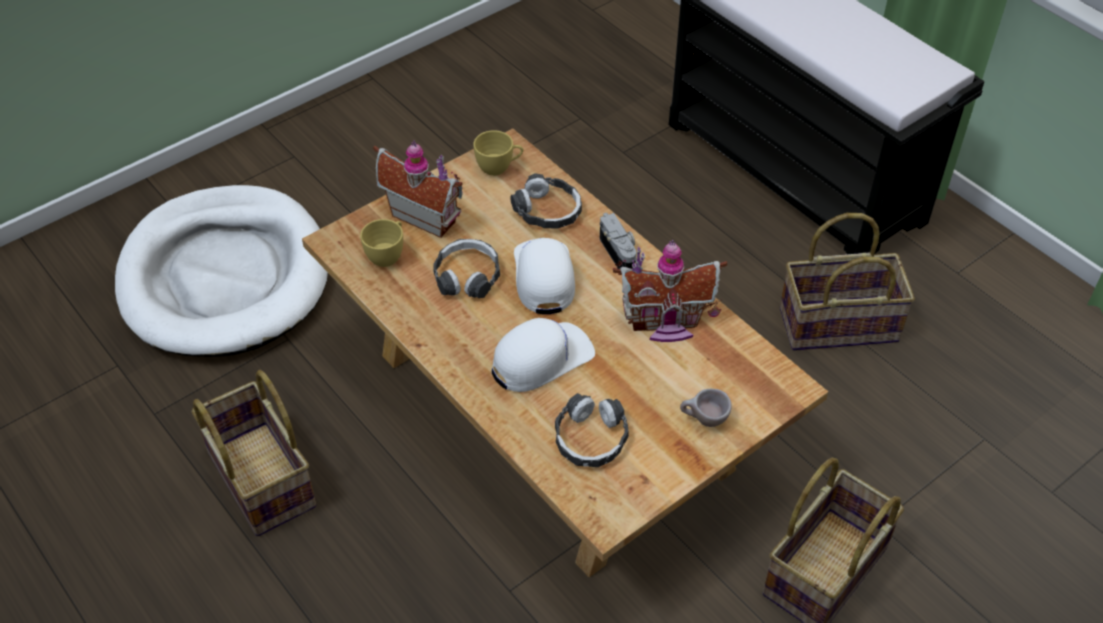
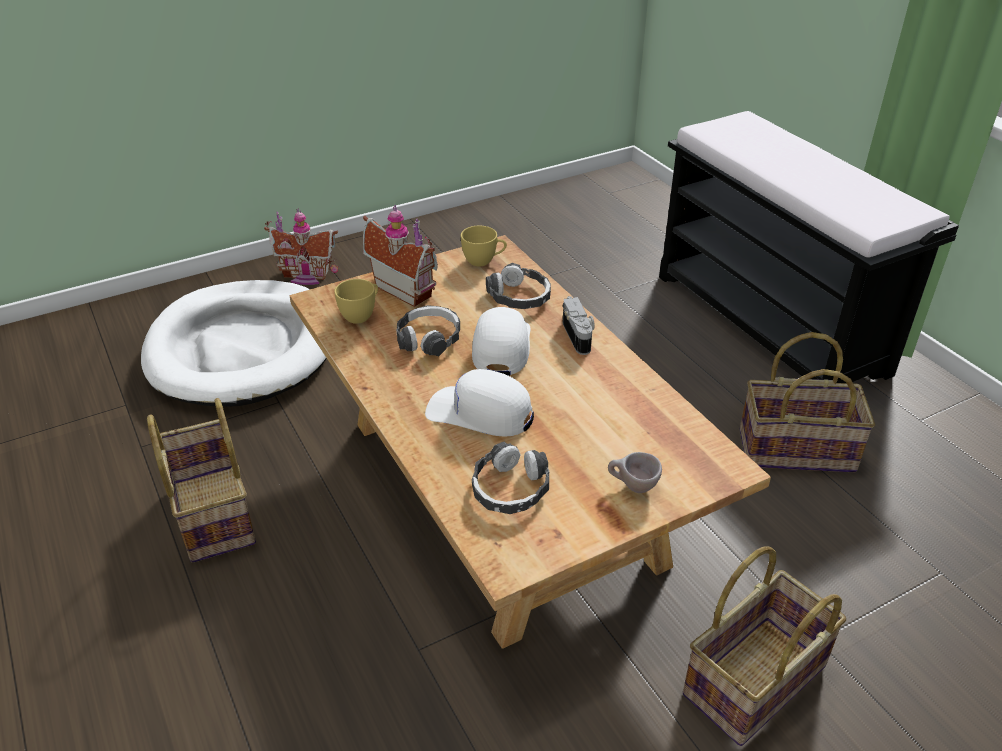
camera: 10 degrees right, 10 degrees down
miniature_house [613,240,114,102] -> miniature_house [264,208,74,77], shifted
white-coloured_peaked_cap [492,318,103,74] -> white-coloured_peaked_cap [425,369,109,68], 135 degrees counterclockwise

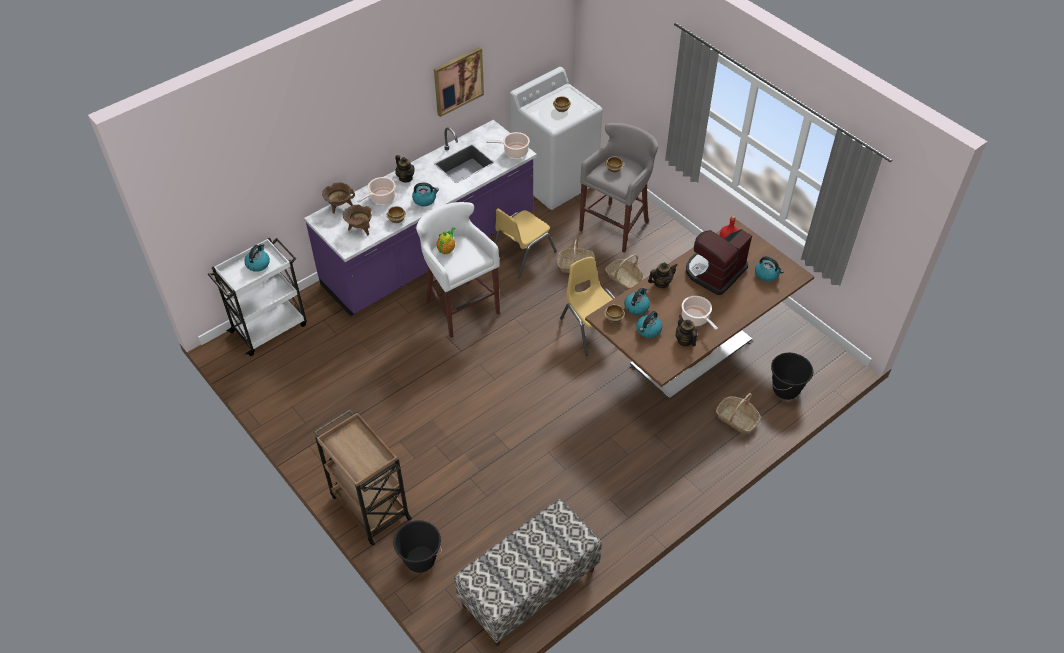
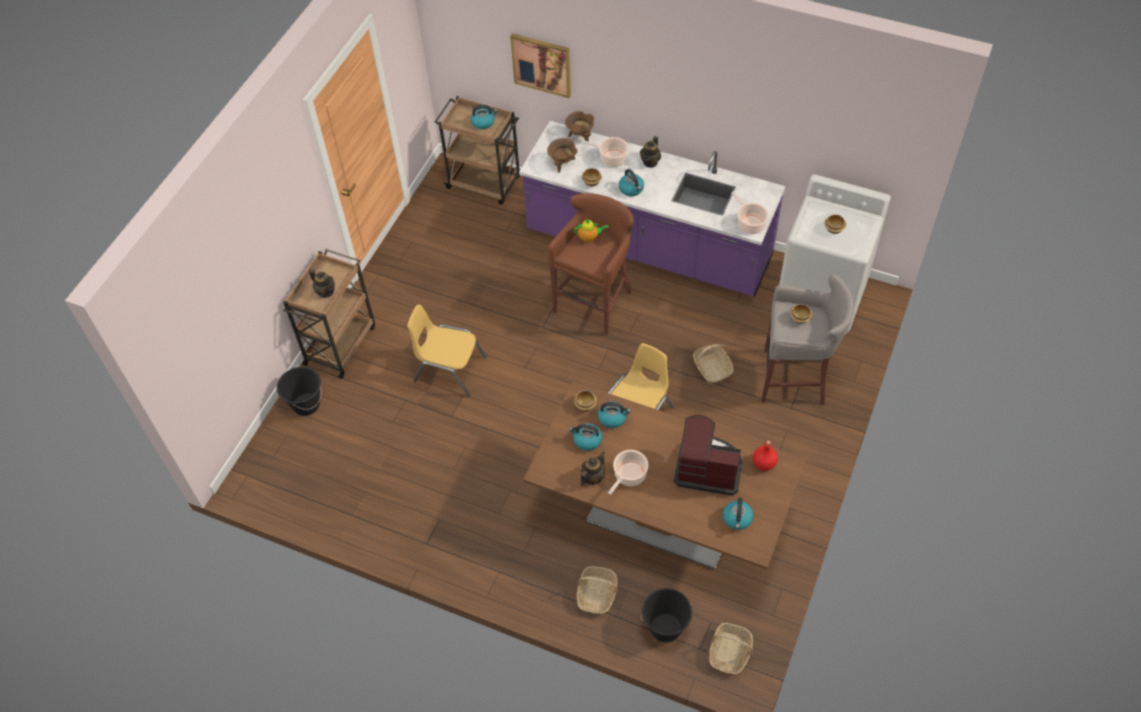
camera: 65 degrees right, 5 degrees up
teapot [648,262,29,26] -> teapot [309,269,26,29], shifted
yellow_upright_chair [494,209,63,69] -> yellow_upright_chair [407,304,80,93], shifted
white-coloured_wheeled_cart [208,238,99,118] -> brownish_wheeled_cart [435,96,85,109]
wall_art [434,47,50,70] -> wall_art [510,33,61,65], shifted
white-coloured_stool_seat [416,202,84,136] -> brownish_stool_seat [548,193,86,142]
basket [605,254,39,37] -> basket [709,623,44,51], shifted
bench [454,499,148,147] -> none

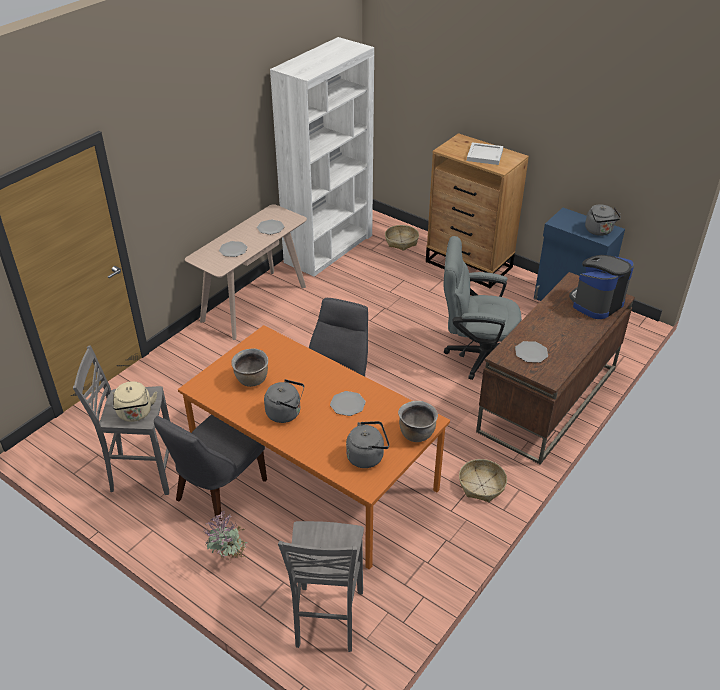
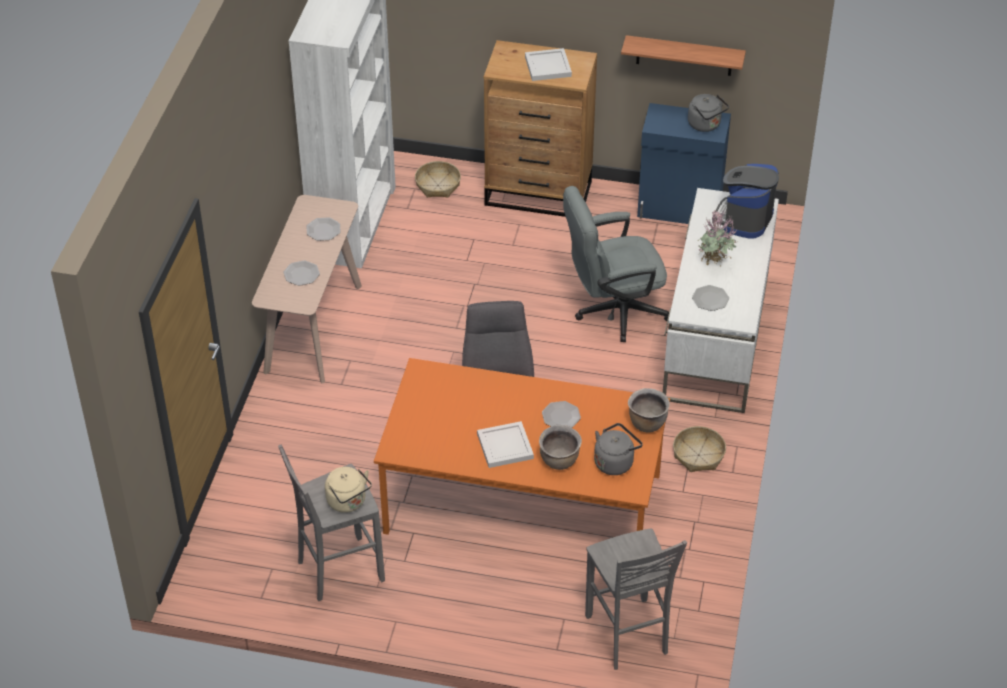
camera: 25 degrees left, 5 degrees up
grey_water_kettle [264,379,40,44] -> white-coloured_carrying_tray [477,421,57,47]
brownish_cooking_pot [231,348,37,39] -> brownish_cooking_pot [539,425,43,45], shifted
none -> shelf [621,35,125,41]
brownish_desk_unit [476,272,159,193] -> white-coloured_desk_unit [663,188,116,225]
plant_in_a_pot [203,511,45,53] -> plant_in_a_pot [698,210,40,56], shifted
grey_upright_chair [154,415,113,111] -> none

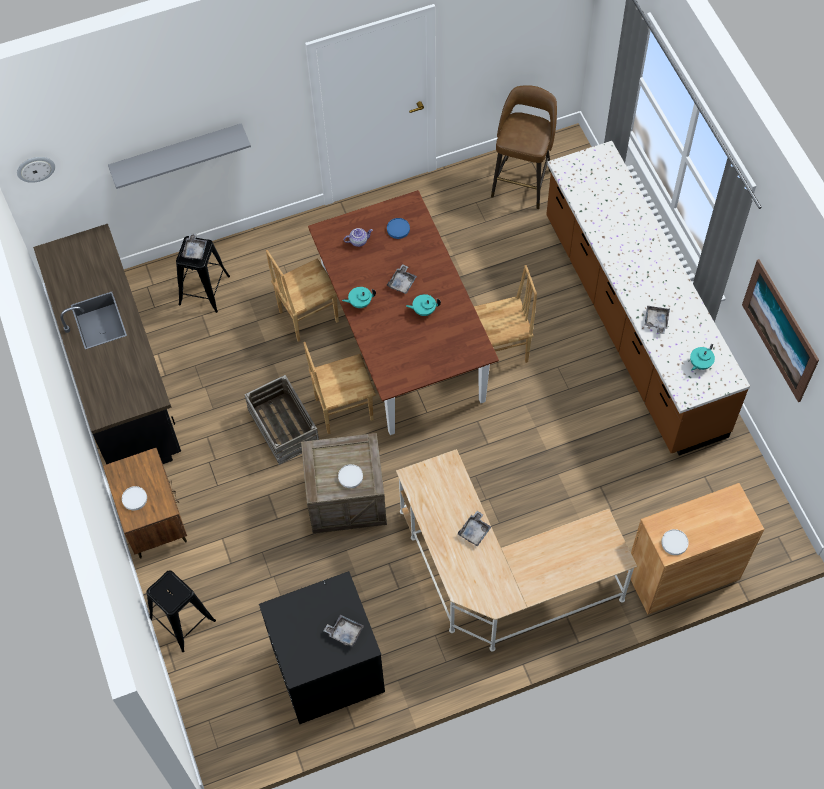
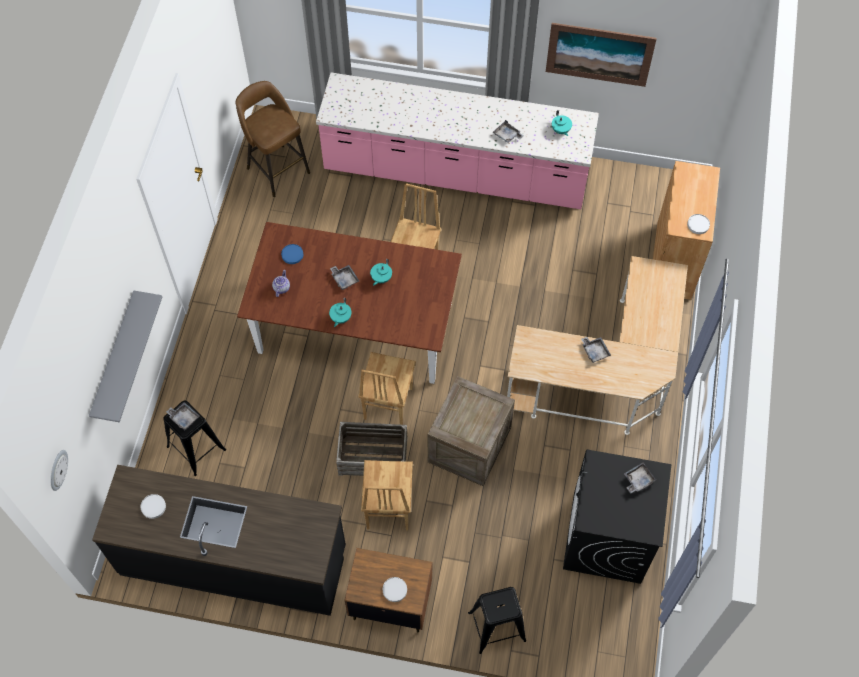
camera: 60 degrees left, 0 degrees up
white-coloured_dinner_plate [338,464,25,24] -> white-coloured_dinner_plate [141,494,25,25], shifted
brownish_counter [546,141,204,315] -> pink-coloured_counter [316,73,283,136]
brownish_upright_chair [266,250,73,92] -> brownish_upright_chair [361,460,52,71], shifted

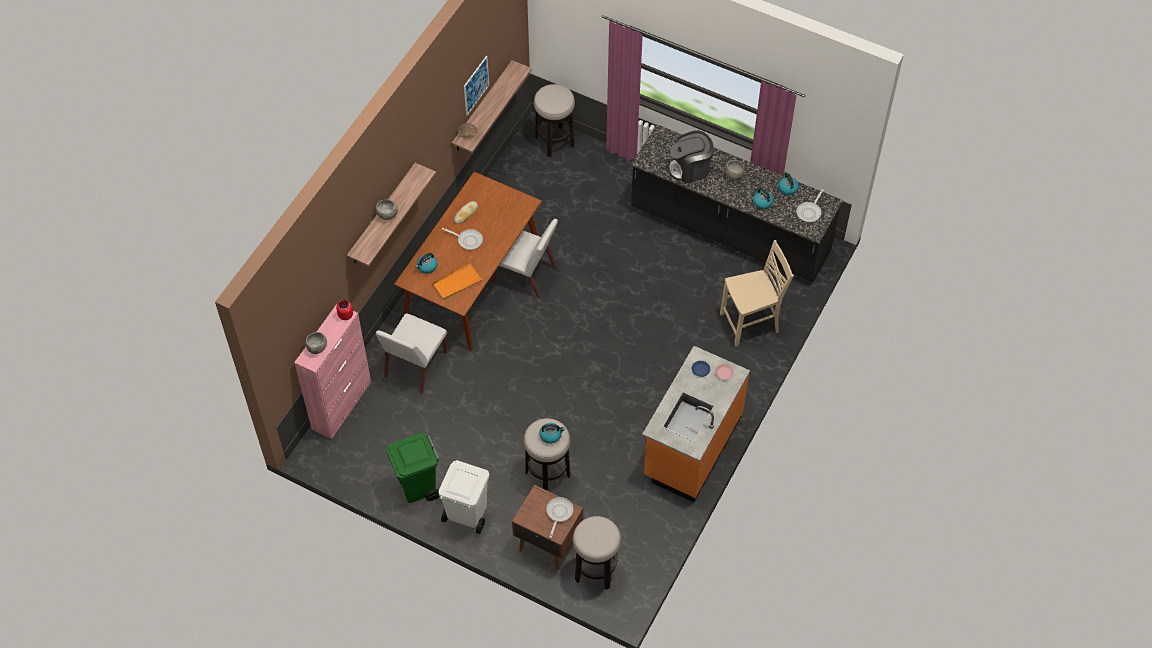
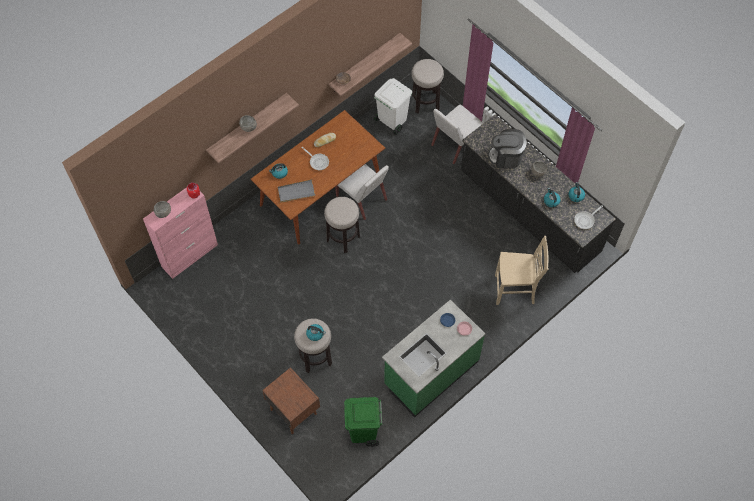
camera: 20 degrees right, 5 degrees up
orange-coloured_carrying_tray [432,262,51,38] -> grey_carrying_tray [278,179,37,24]
stool_seat [573,516,48,74] -> stool_seat [324,197,36,56], shifted
green-coloured_trash_can [386,433,54,70] -> green-coloured_trash_can [344,397,39,50], shifted
white-coloured_trash_can [438,460,51,74] -> white-coloured_trash_can [374,78,38,57], shifted
orange-coloured_counter [642,346,108,156] -> green-coloured_counter [382,300,103,117]
white-coloured_upright_chair [376,314,71,79] -> white-coloured_upright_chair [431,104,52,60], shifted
wall_art [464,55,25,61] -> none
pan [546,497,27,41] -> none

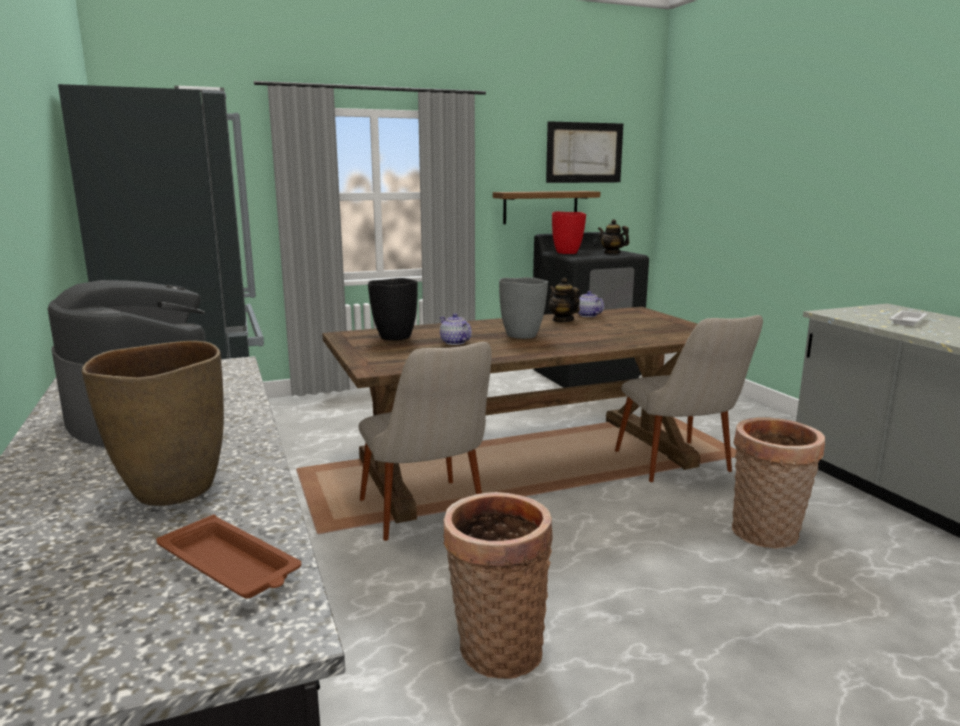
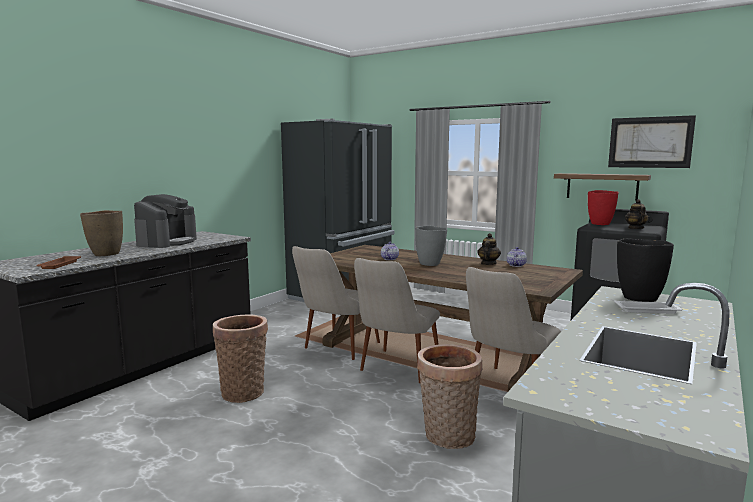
camera: 55 degrees right, 5 degrees down
none -> beige_upright_chair [354,258,86,125]
black_vase [368,278,49,62] -> black_vase [617,238,57,64], shifted

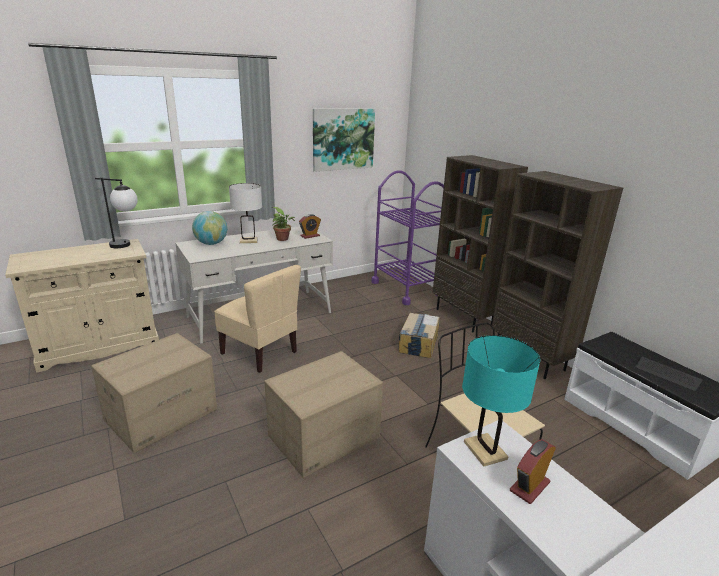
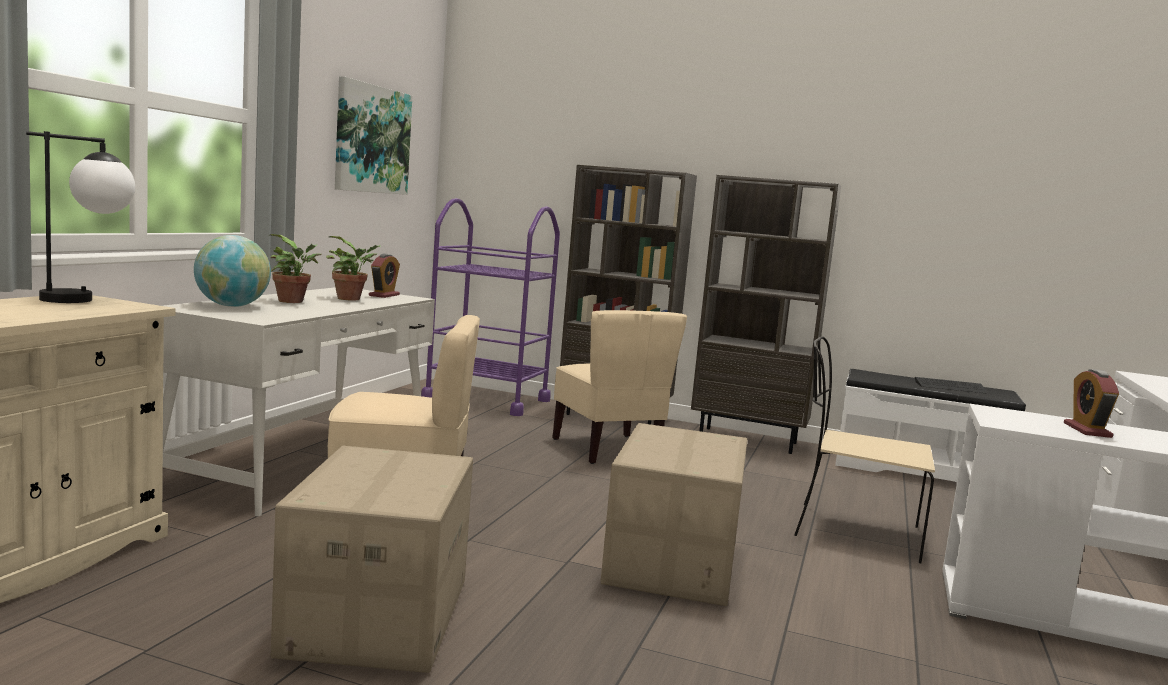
camera: 40 degrees left, 15 degrees down
white-coloured_tabletop_lamp [229,183,33,60] -> plant_in_a_pot [268,234,53,69]
cardboard_box [399,313,41,45] -> beige_upright_chair [552,310,135,154]
turquoise-coloured_tabletop_lamp [462,335,78,132] -> none

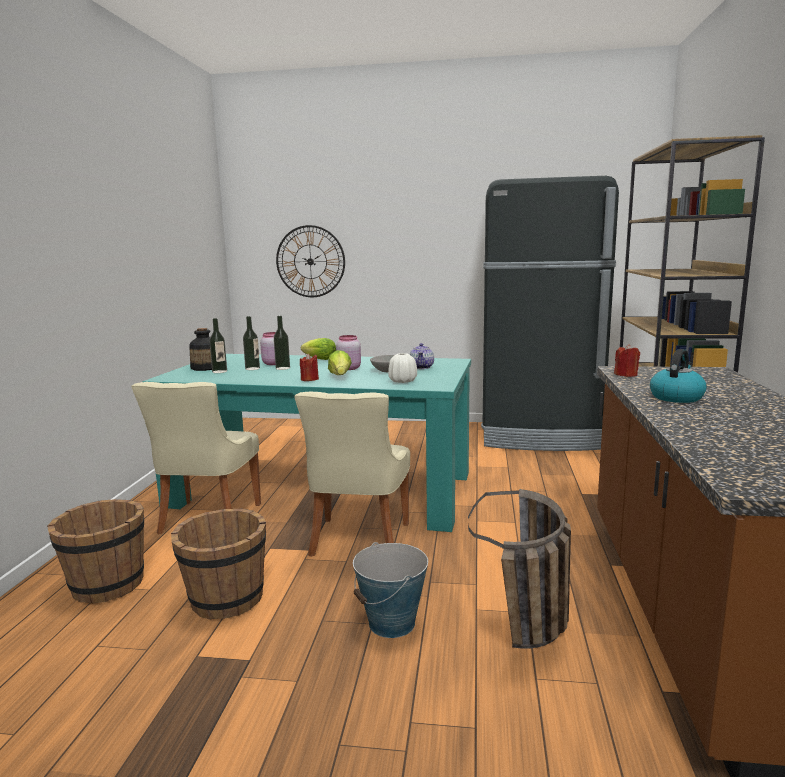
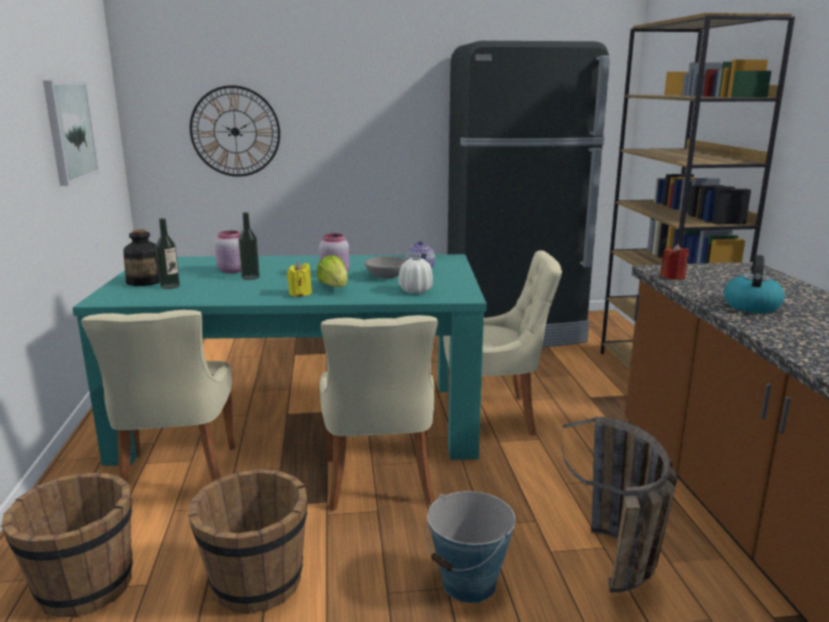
camera: 15 degrees left, 5 degrees up
none -> wall_art [43,80,56,106]
reddish_candle [300,354,19,27] -> yellow_candle [287,262,25,35]
none -> beige_upright_chair [443,250,119,186]
beverage_bottle [243,316,17,54] -> none
head_of_lettuce [301,338,35,22] -> none

